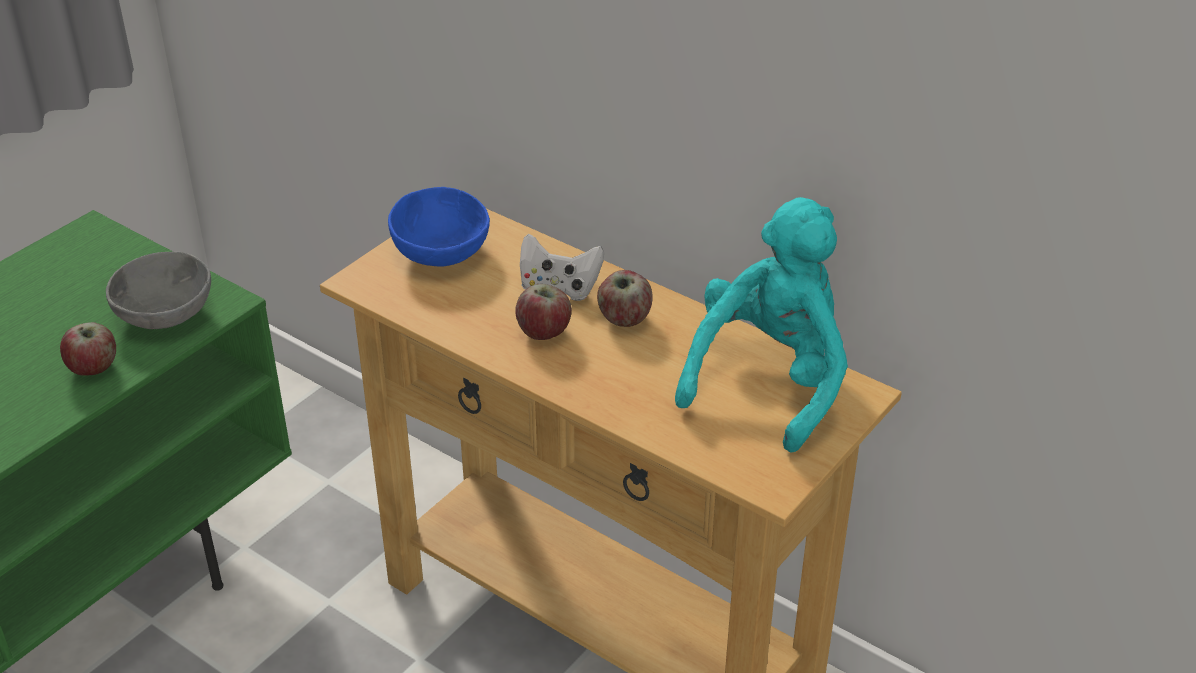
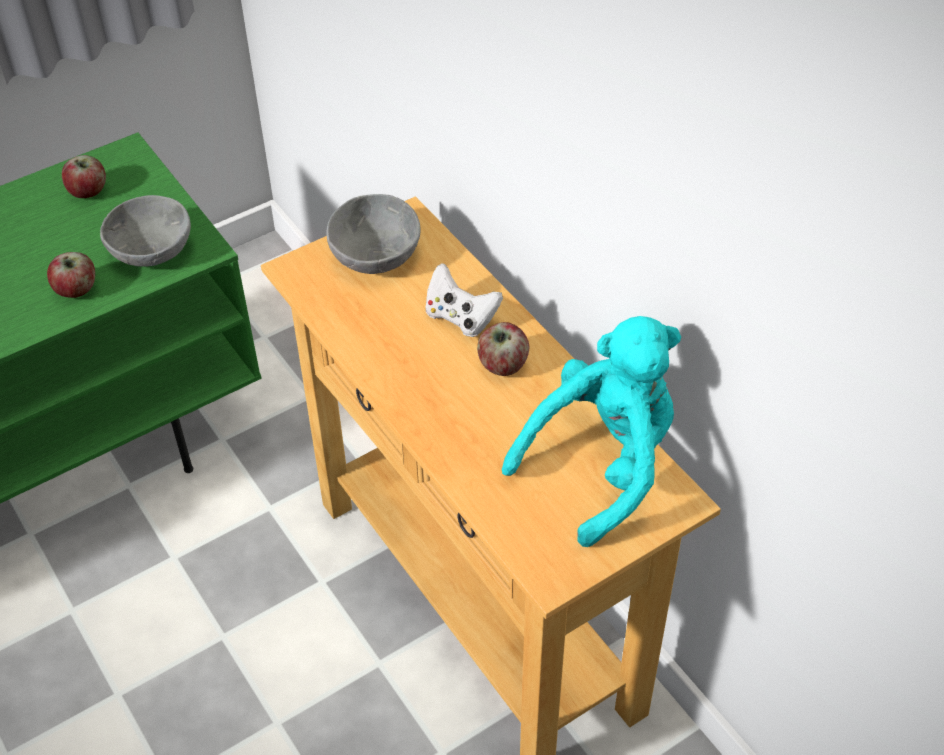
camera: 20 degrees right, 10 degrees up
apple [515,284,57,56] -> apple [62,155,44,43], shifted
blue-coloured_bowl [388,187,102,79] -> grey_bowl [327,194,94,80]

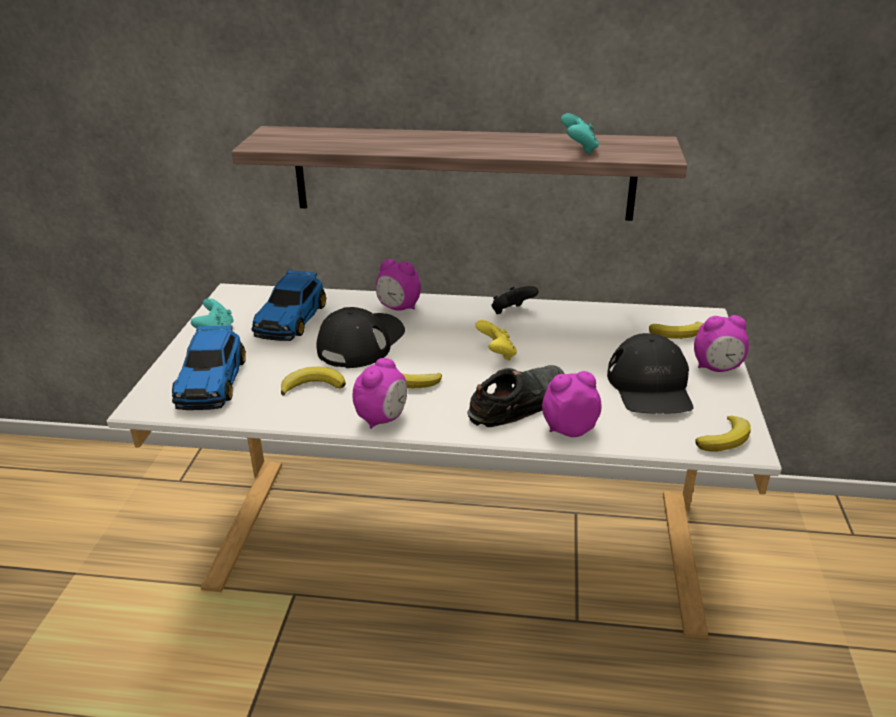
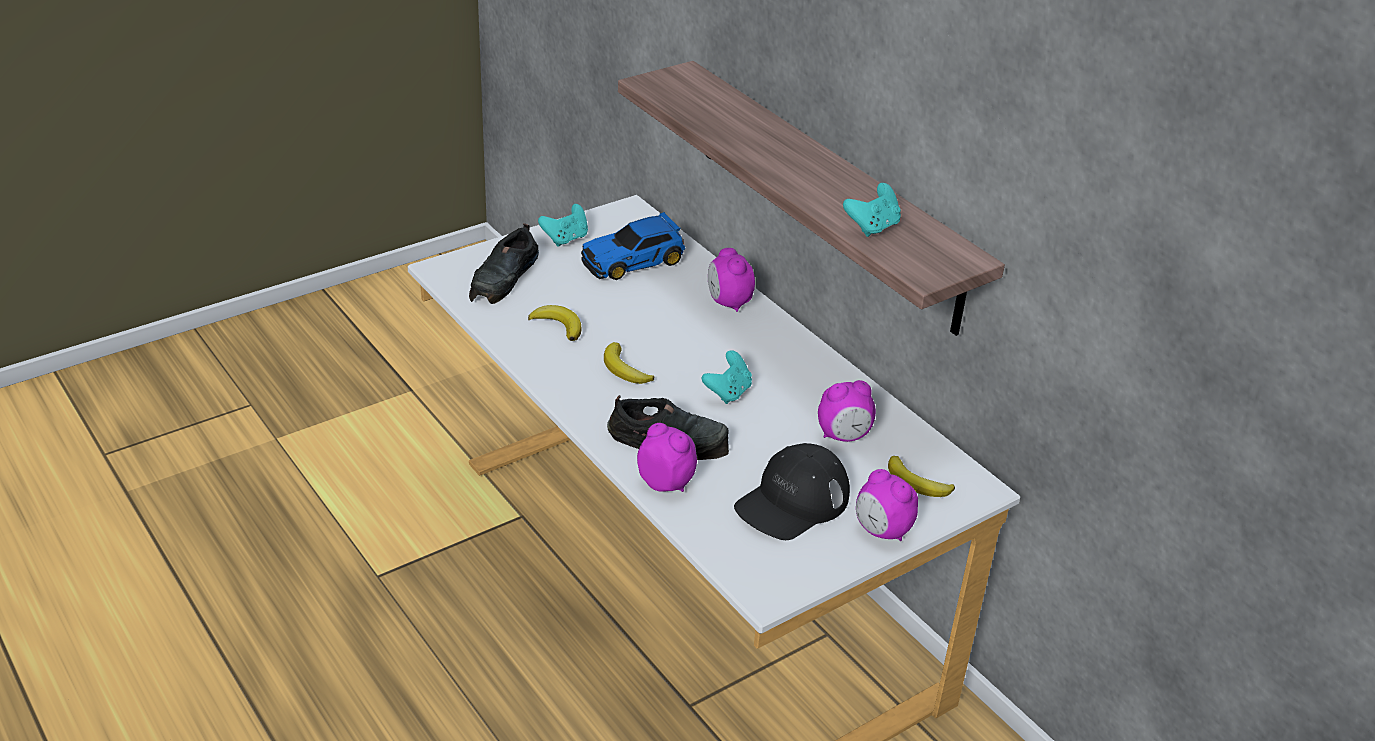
camera: 45 degrees right, 5 degrees up
model_car [172,326,74,84] -> black_shoe [469,223,70,81]
yellow_joypad [475,320,42,41] -> turquoise-coloured_joypad [701,350,51,54]
table_clock [353,358,54,71] -> table_clock [818,380,58,62], shifted
black_peaked_cap [317,307,88,61] -> none
black_joypad [492,286,47,28] -> none
whole_banana [696,416,55,35] -> none

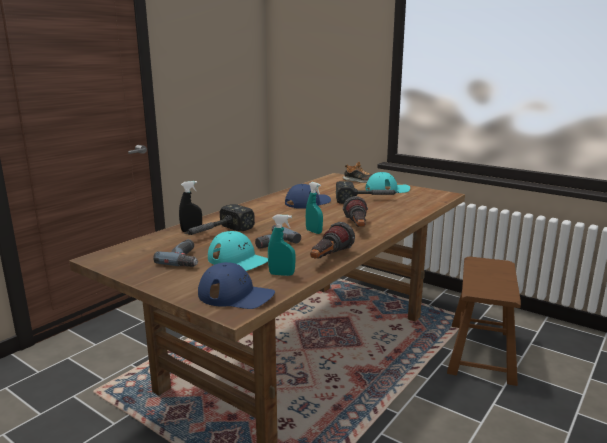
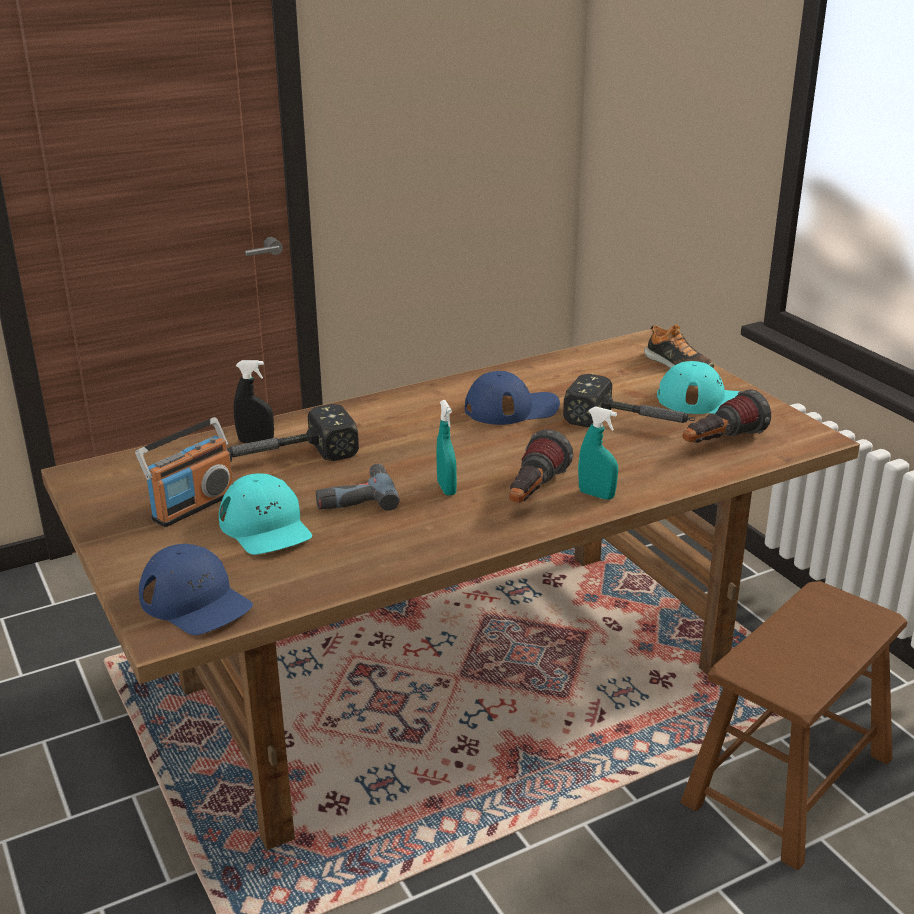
camera: 25 degrees right, 10 degrees up
drill [153,239,45,28] -> radio_set [135,417,98,110]
turquoise-coloured_hand_sprayer [268,214,28,62] -> turquoise-coloured_hand_sprayer [578,406,40,94], shifted
hand_torch [310,222,45,37] -> hand_torch [683,389,88,54], shifted

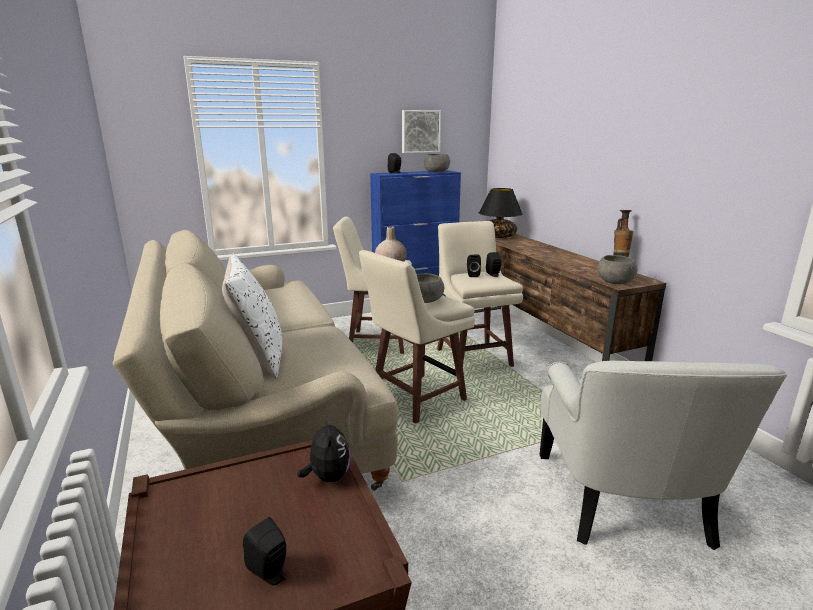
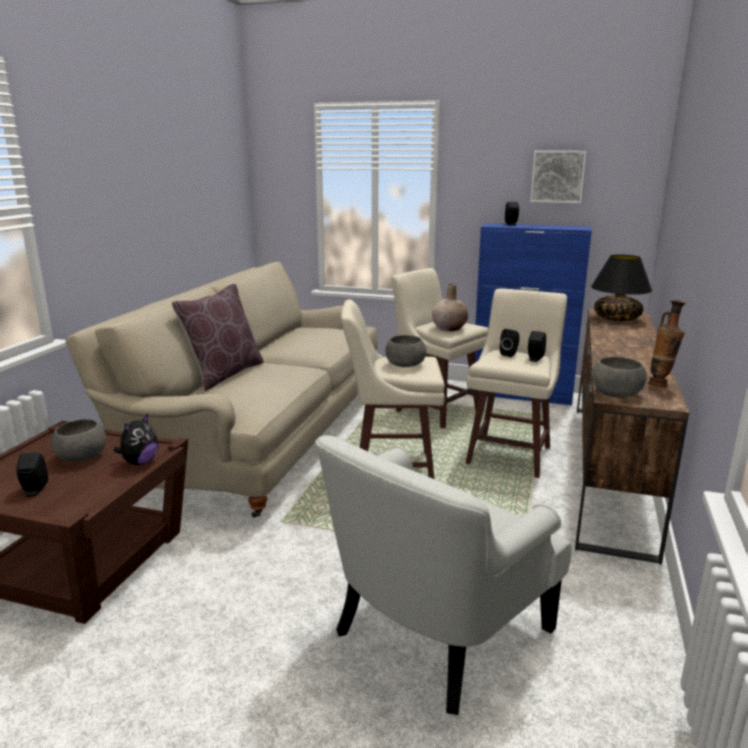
camera: 40 degrees right, 0 degrees up
grey_bowl [424,154,26,18] -> grey_bowl [51,419,55,43], shifted
white-coloured_throw_pillow [222,254,60,124] -> brownish_throw_pillow [172,284,92,107]

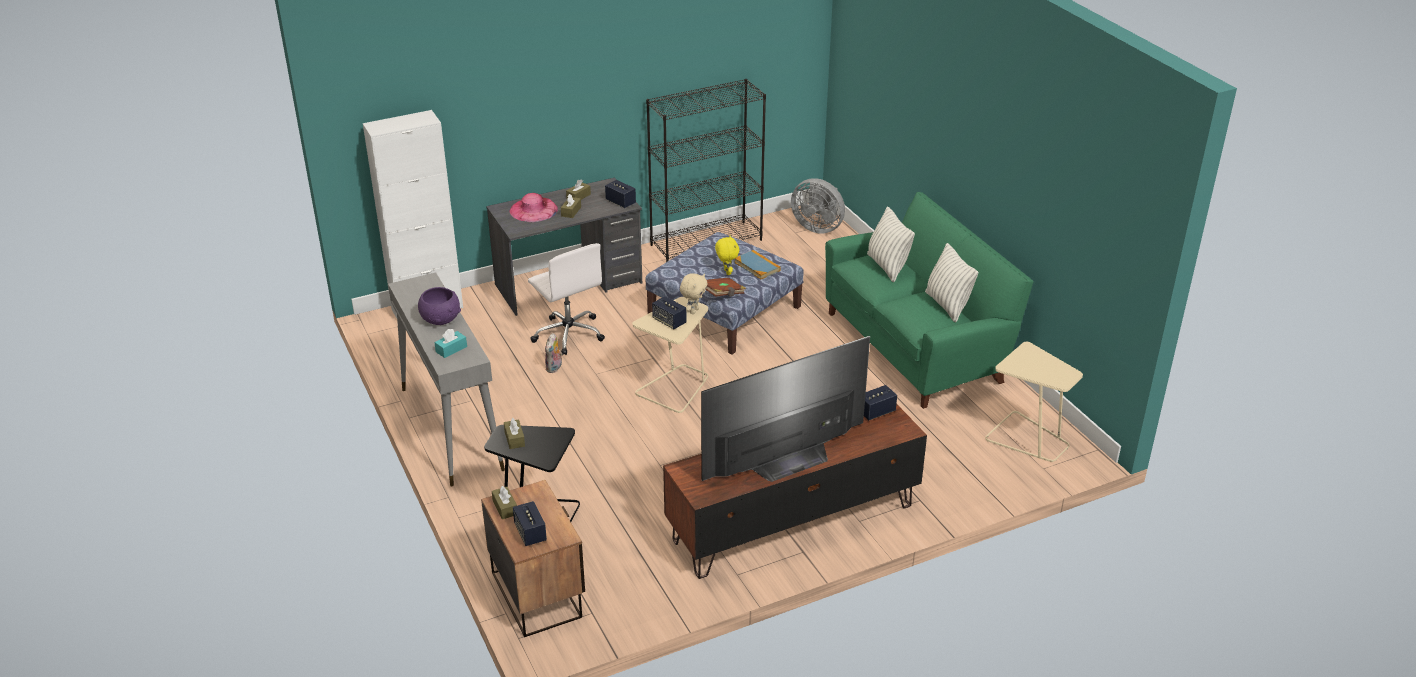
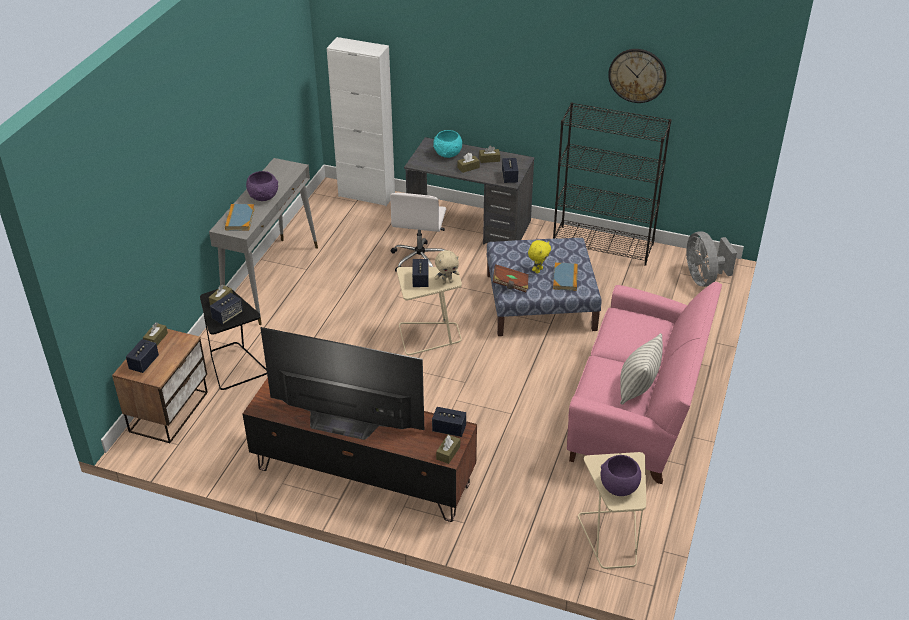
camera: 45 degrees right, 5 degrees up
none -> audio_speaker [210,293,33,32]
turquoise-coloured_box_of_tissues [434,329,33,29] -> book [225,204,30,27]
pink-coloured_clothing_hat [509,193,49,29] -> turquoise-coloured_bowl [433,130,29,28]
none -> brownish_box_of_tissues [436,435,24,29]
green-coloured_settee [825,192,209,217] -> pink-coloured_settee [567,281,155,203]
none -> purple_bowl [601,455,40,41]
none -> wall_clock [608,49,59,54]
plush_toy [545,333,17,40] -> none
throw_pillow [867,206,48,76] -> none

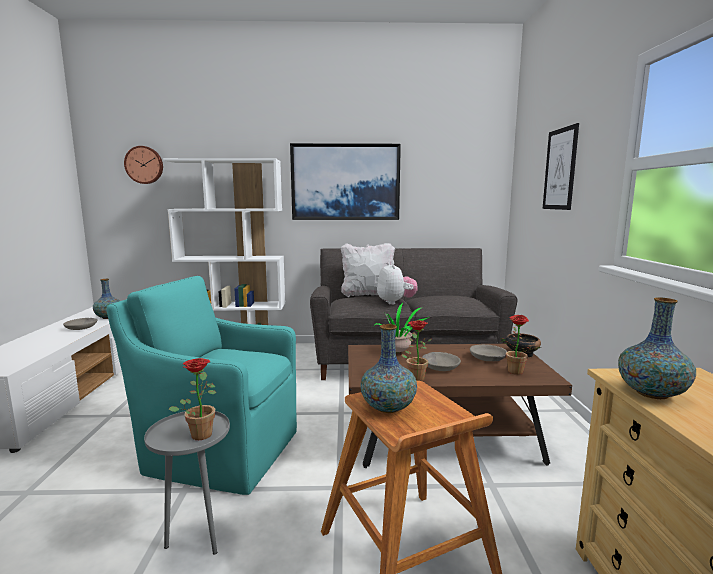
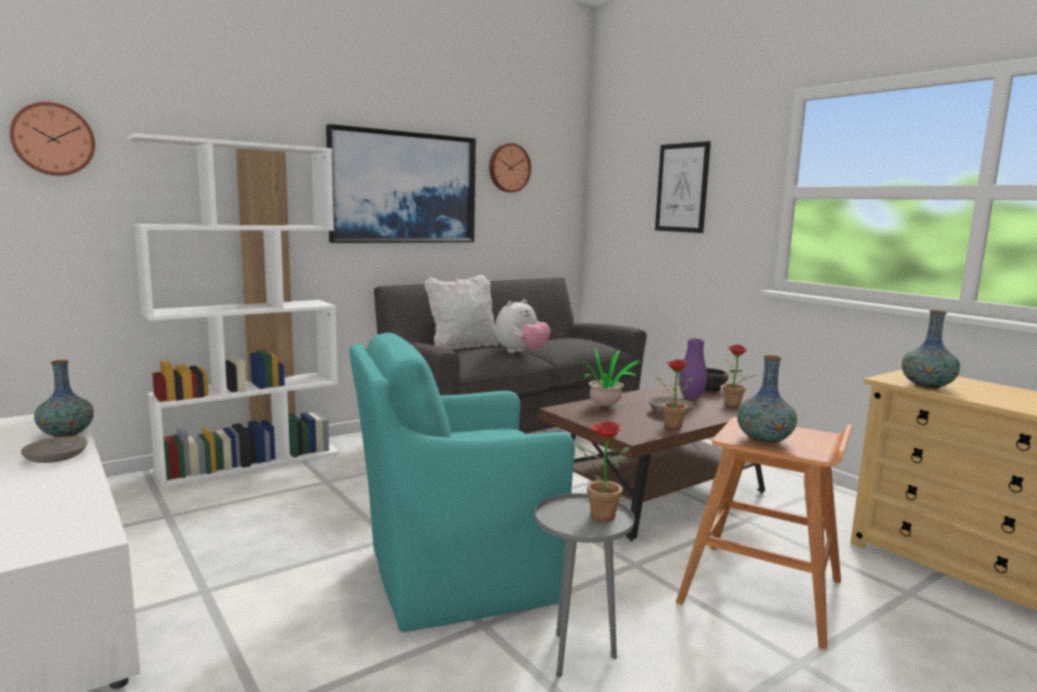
camera: 35 degrees left, 0 degrees up
none -> wall_clock [489,143,42,49]
plush_toy [377,262,41,43] -> plush_toy [495,299,56,54], 90 degrees clockwise
grey_bowl [470,344,37,17] -> purple_vase [679,338,28,61]

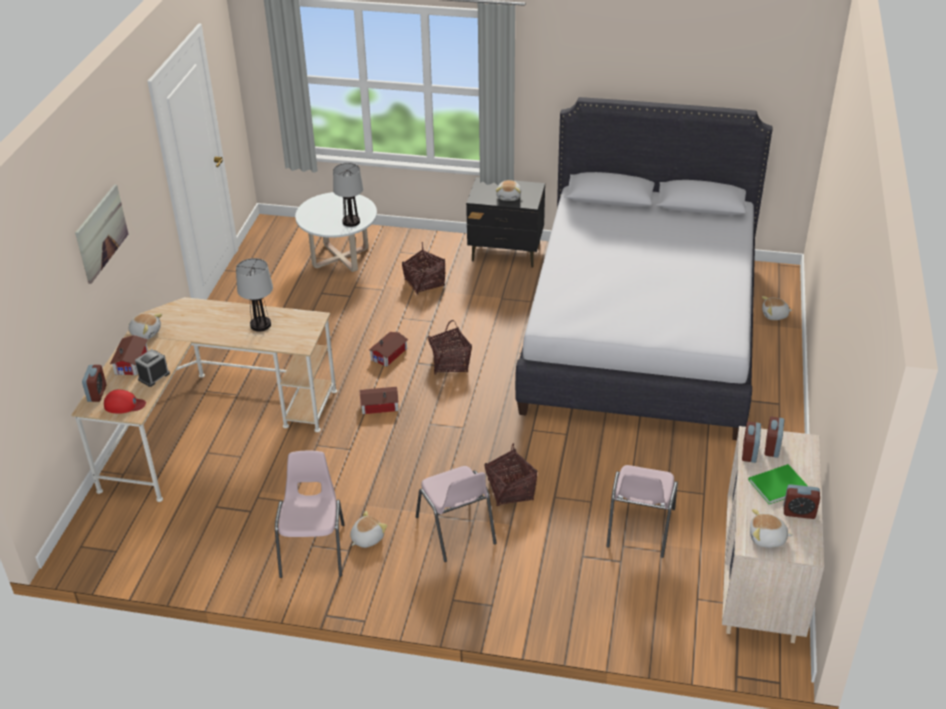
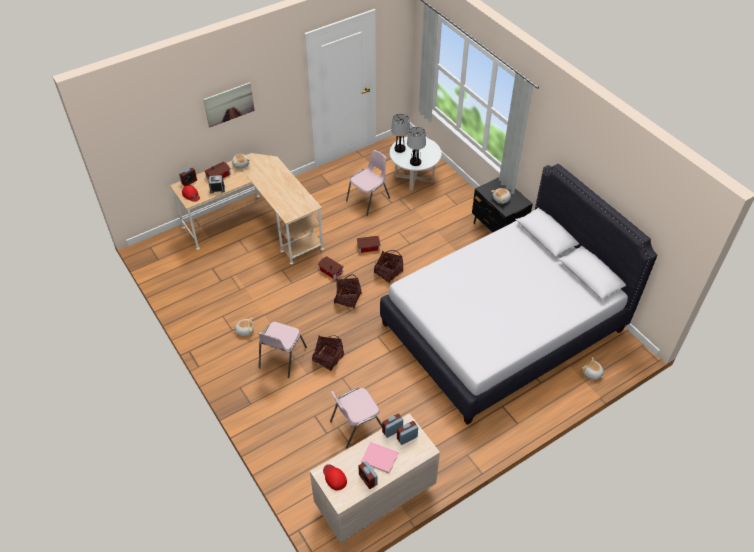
camera: 45 degrees right, 10 degrees up
plush_toy [750,509,43,39] -> reddish_peaked_cap [323,464,24,26]
basket [402,242,43,53] -> basket [334,274,27,34], shifted
pink-coloured_upright_chair [275,451,70,127] -> pink-coloured_upright_chair [346,150,44,66], shifted
green-coloured_book [748,464,60,40] -> pink-coloured_book [361,442,38,32]
tabletop_lamp [236,258,37,73] -> tabletop_lamp [391,114,19,39], shifted

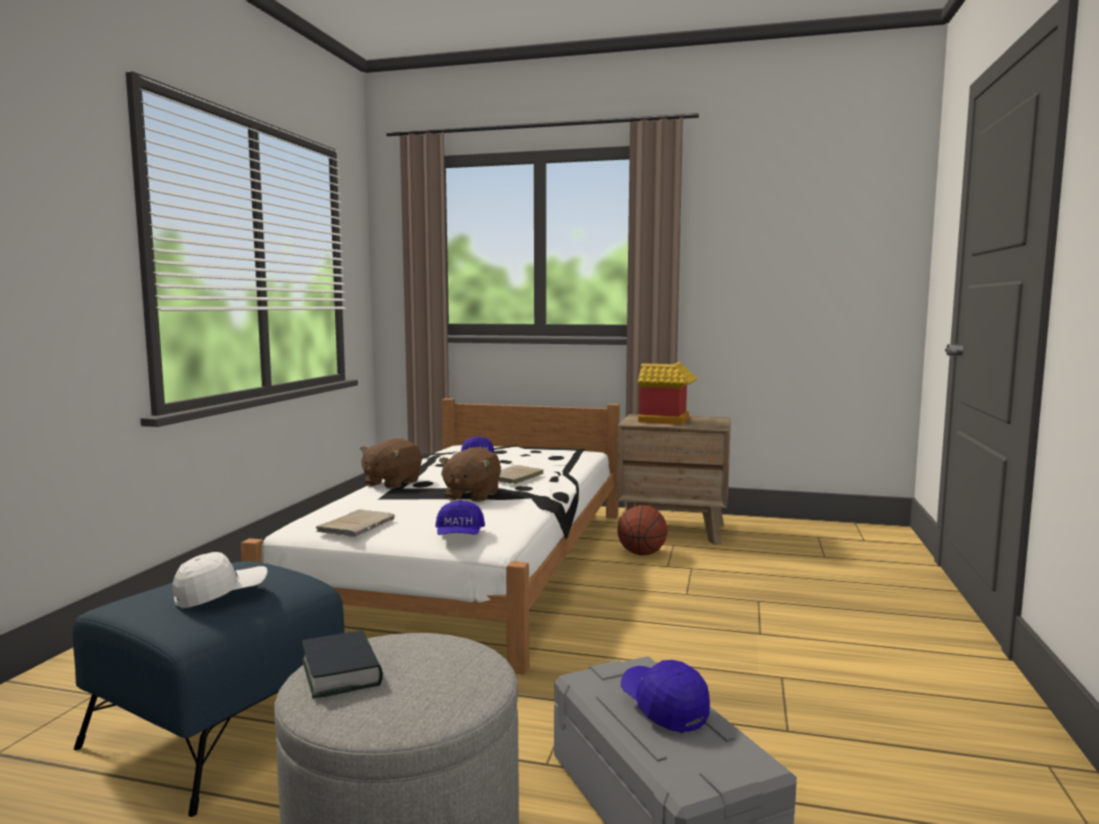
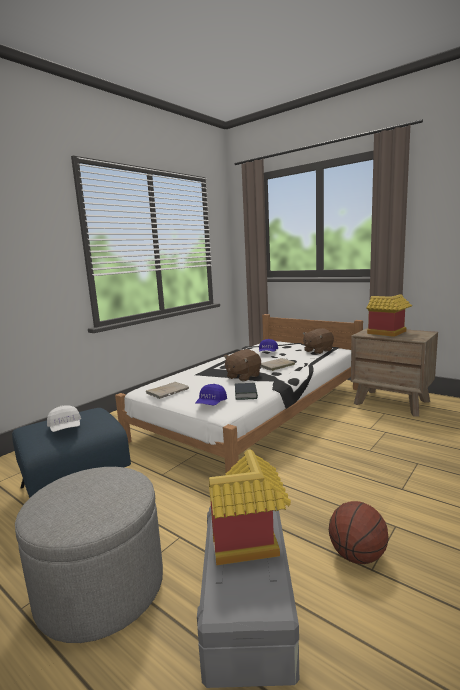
camera: 25 degrees right, 5 degrees up
white-coloured_peaked_cap [172,552,96,56] -> white-coloured_peaked_cap [47,405,34,27], 75 degrees clockwise
blue-coloured_peaked_cap [621,660,89,73] -> miniature_house [209,449,82,116]
book [302,630,81,69] -> book [235,383,23,17], shifted
brownish_plush_toy [360,438,62,51] -> brownish_plush_toy [303,328,31,26], shifted
ball_for_basketball [617,505,50,51] -> ball_for_basketball [329,501,60,63], shifted

